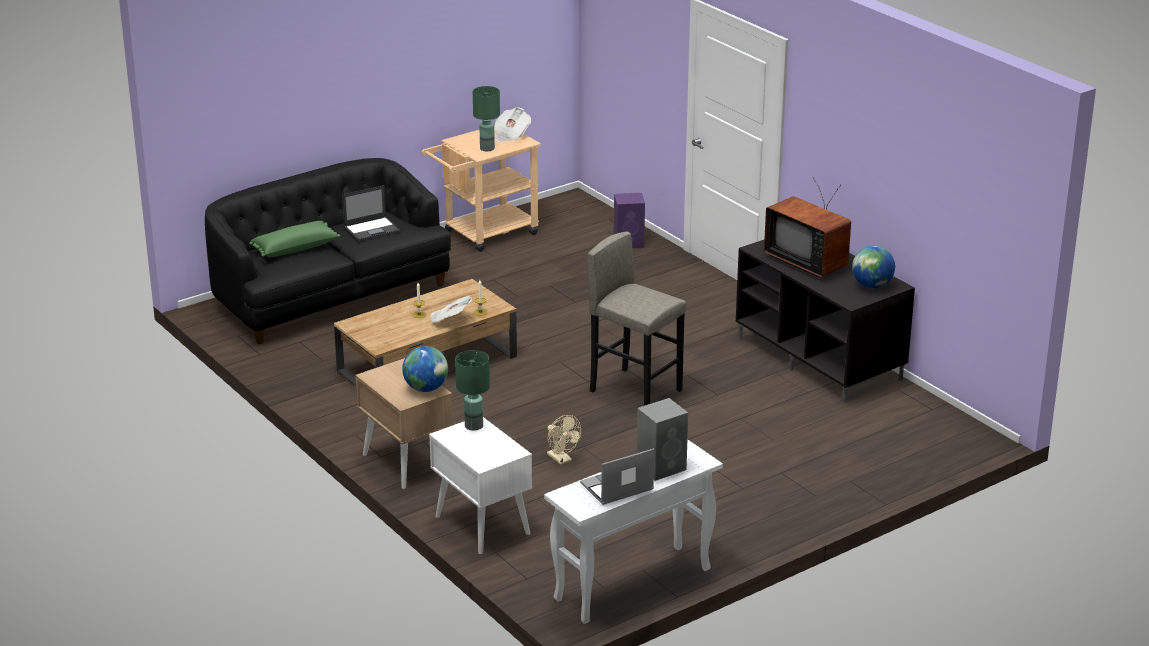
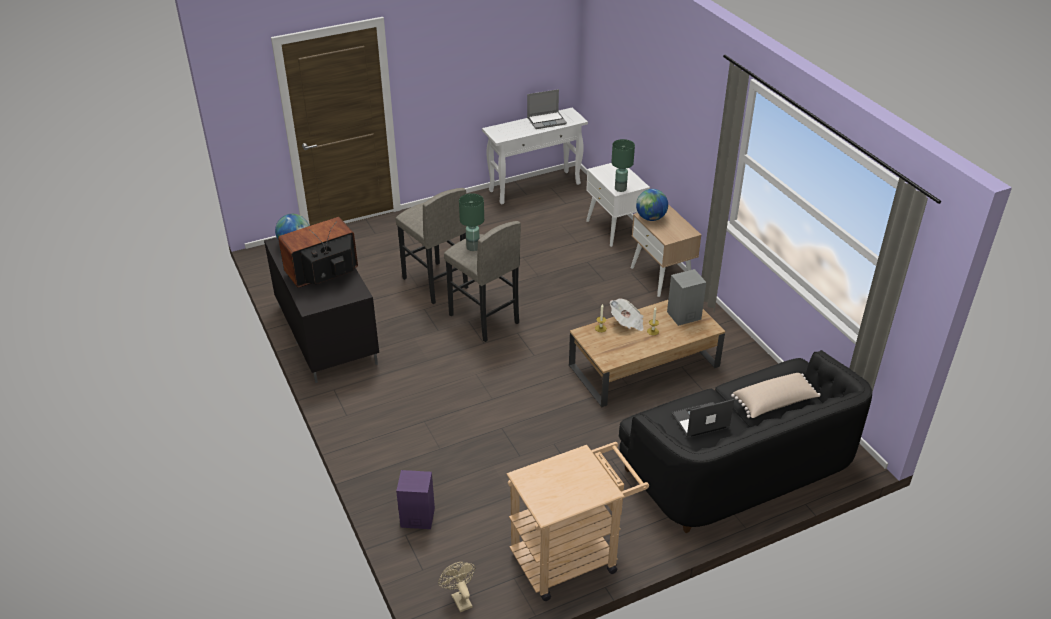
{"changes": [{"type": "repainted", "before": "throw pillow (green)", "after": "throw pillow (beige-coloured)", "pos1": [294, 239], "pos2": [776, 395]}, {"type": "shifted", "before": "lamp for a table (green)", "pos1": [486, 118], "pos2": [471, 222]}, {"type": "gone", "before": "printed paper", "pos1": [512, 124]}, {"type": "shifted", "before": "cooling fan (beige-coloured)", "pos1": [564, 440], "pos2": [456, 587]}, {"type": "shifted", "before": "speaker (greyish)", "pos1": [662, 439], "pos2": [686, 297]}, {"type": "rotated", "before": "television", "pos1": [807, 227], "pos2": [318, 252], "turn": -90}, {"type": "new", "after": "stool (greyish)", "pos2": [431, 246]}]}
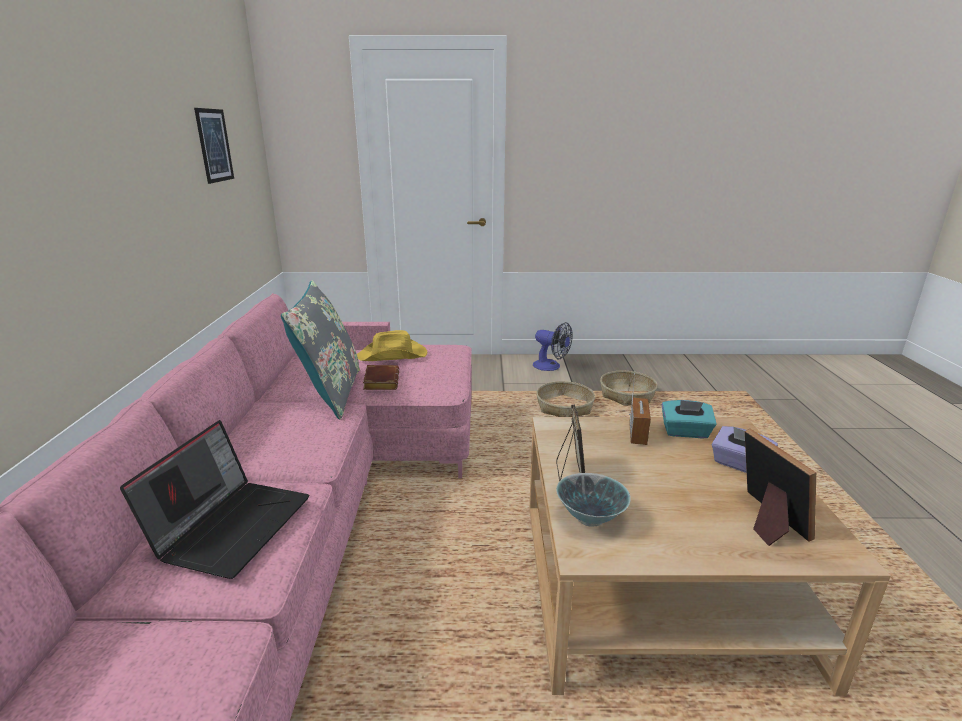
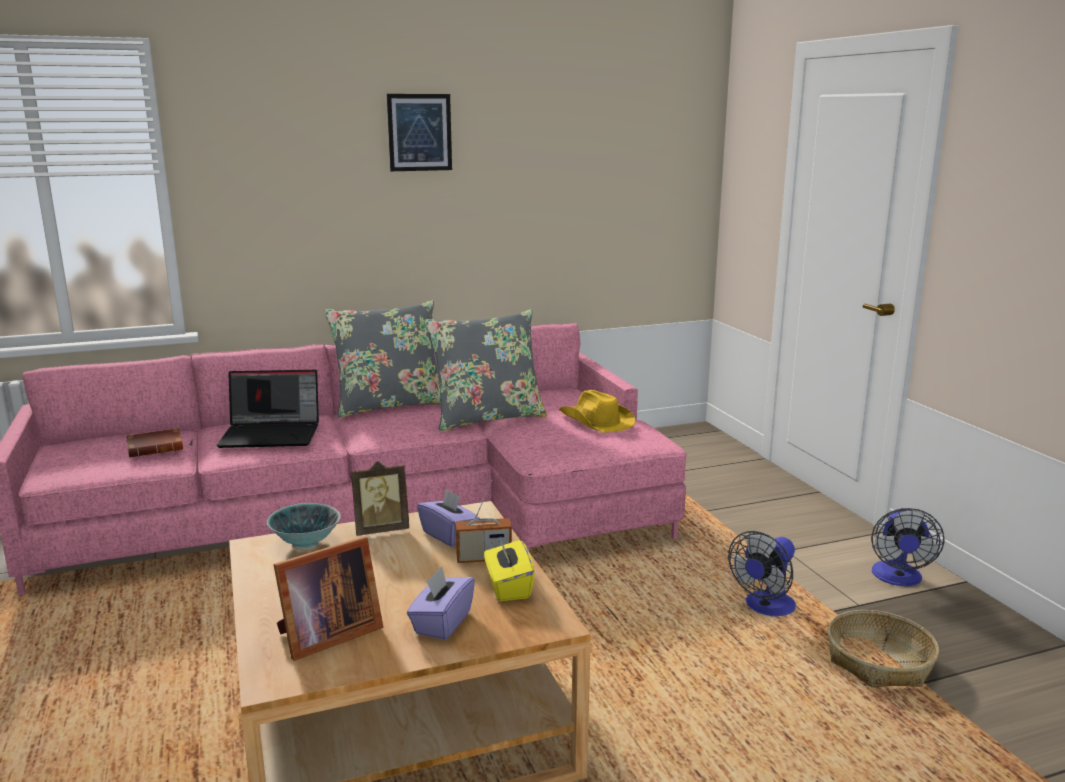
{"changes": [{"type": "shifted", "before": "wall art", "pos1": [214, 146], "pos2": [419, 132]}, {"type": "shifted", "before": "book (brown-coloured)", "pos1": [381, 377], "pos2": [154, 442]}, {"type": "swapped", "before": "household basket", "after": "cooling fan", "pos1": [565, 399], "pos2": [762, 573]}, {"type": "repainted", "before": "tissue holder (turquoise)", "after": "tissue holder (yellow)", "pos1": [689, 419], "pos2": [509, 569]}, {"type": "new", "after": "throw pillow (greyish)", "pos2": [382, 359]}, {"type": "new", "after": "tissue holder (purple-coloured)", "pos2": [448, 518]}]}
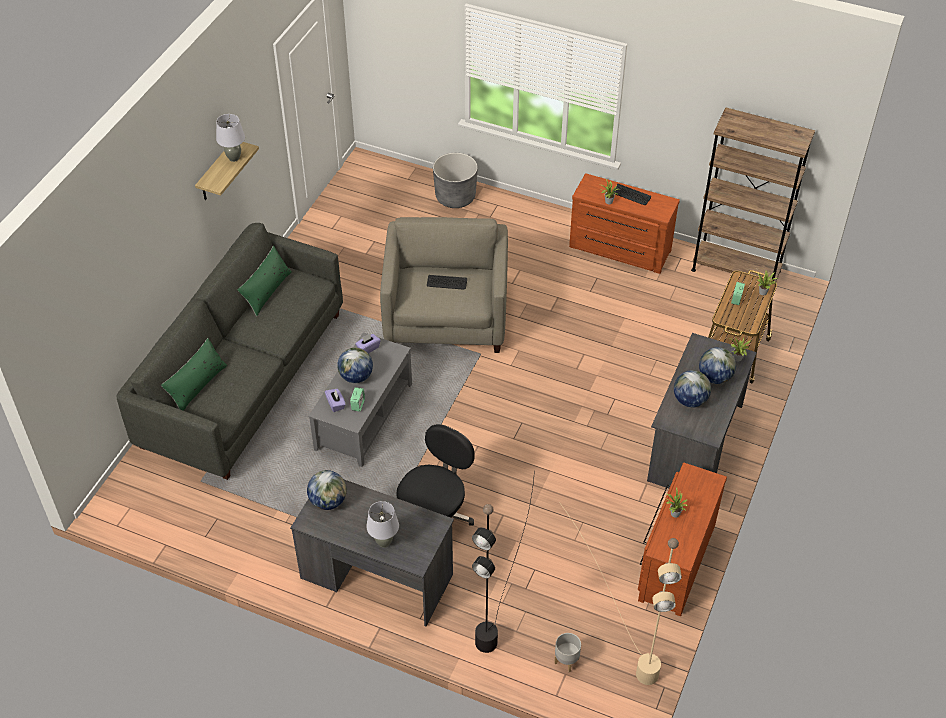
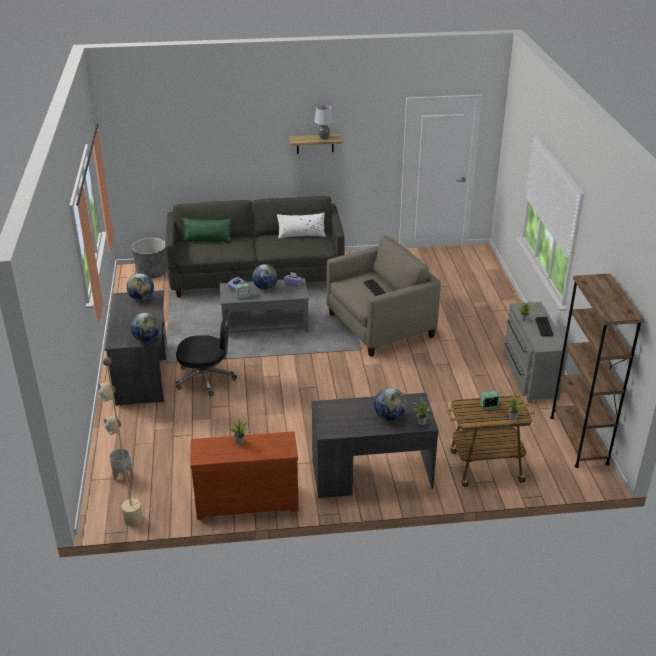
{"changes": [{"type": "repainted", "before": "throw pillow (green)", "after": "throw pillow (white-coloured)", "pos1": [264, 281], "pos2": [301, 226]}, {"type": "gone", "before": "lamp for a table (greyish)", "pos1": [382, 524]}, {"type": "shifted", "before": "flower pot (greyish)", "pos1": [455, 180], "pos2": [149, 258]}, {"type": "gone", "before": "standard lamp (blackish)", "pos1": [503, 561]}, {"type": "repainted", "before": "chest of drawers (brown-coloured)", "after": "chest of drawers (greyish)", "pos1": [624, 223], "pos2": [536, 352]}, {"type": "shifted", "before": "desk globe", "pos1": [692, 389], "pos2": [145, 327]}]}
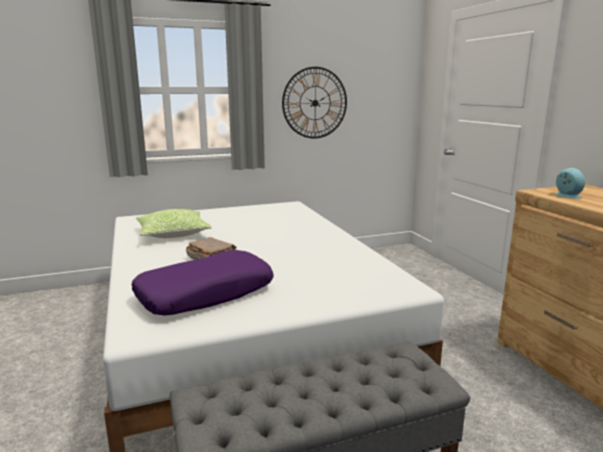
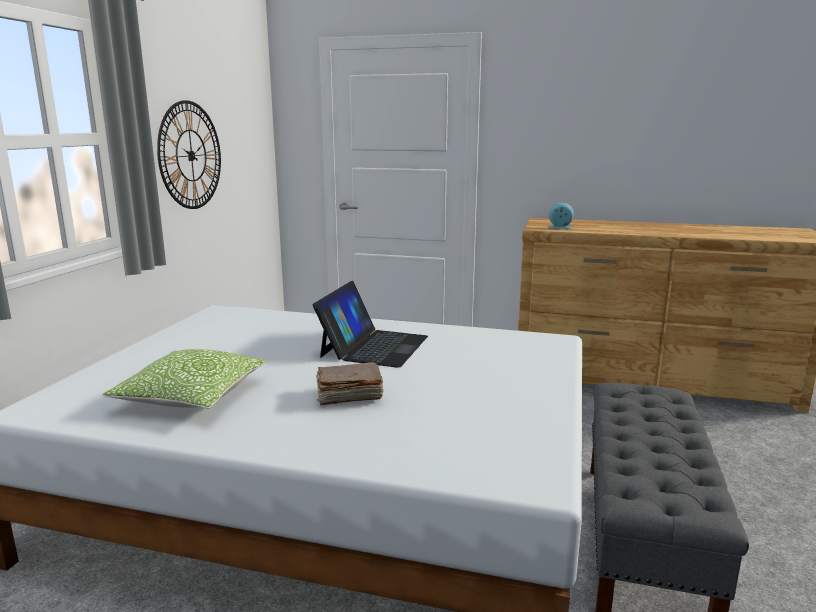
{"changes": [{"type": "gone", "before": "throw pillow (purple-coloured)", "pos1": [203, 283]}, {"type": "new", "after": "laptop", "pos2": [370, 324]}]}
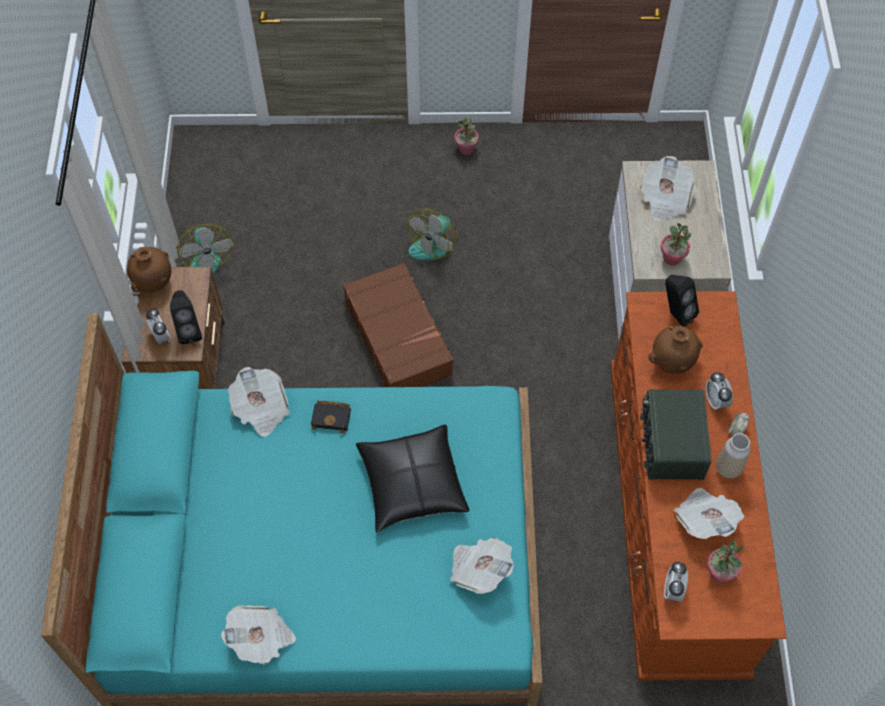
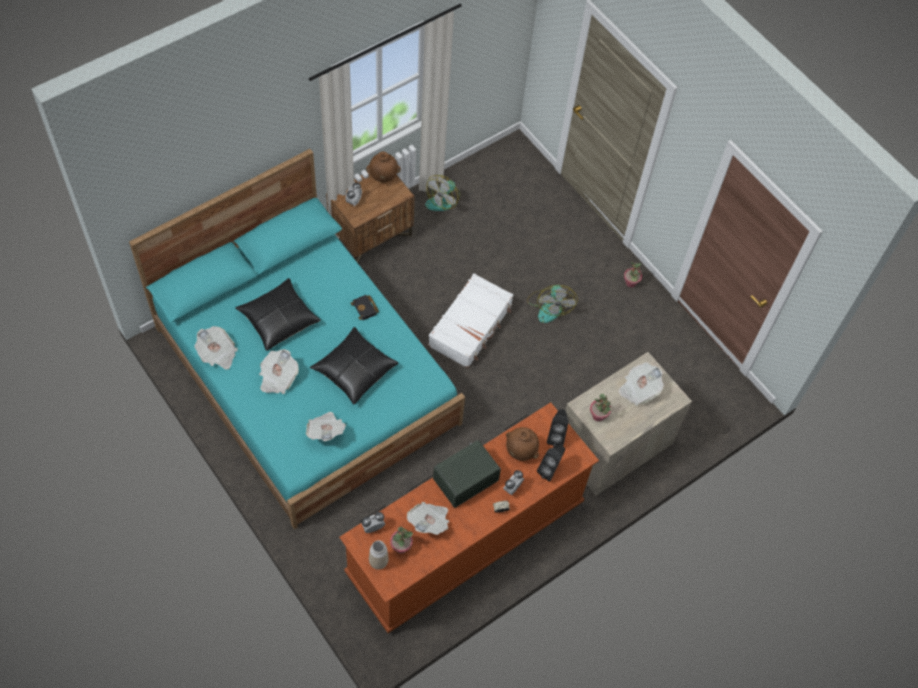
{"changes": [{"type": "shifted", "before": "speaker (blackish)", "pos1": [186, 317], "pos2": [551, 463]}, {"type": "shifted", "before": "printed paper", "pos1": [259, 402], "pos2": [279, 371]}, {"type": "repainted", "before": "suitcase (brown-coloured)", "after": "suitcase (white-coloured)", "pos1": [398, 325], "pos2": [470, 320]}, {"type": "rotated", "before": "cooling fan", "pos1": [433, 234], "pos2": [552, 304], "turn": -90}, {"type": "shifted", "before": "decorative vase", "pos1": [733, 455], "pos2": [379, 555]}, {"type": "new", "after": "throw pillow (blackish)", "pos2": [278, 314]}]}
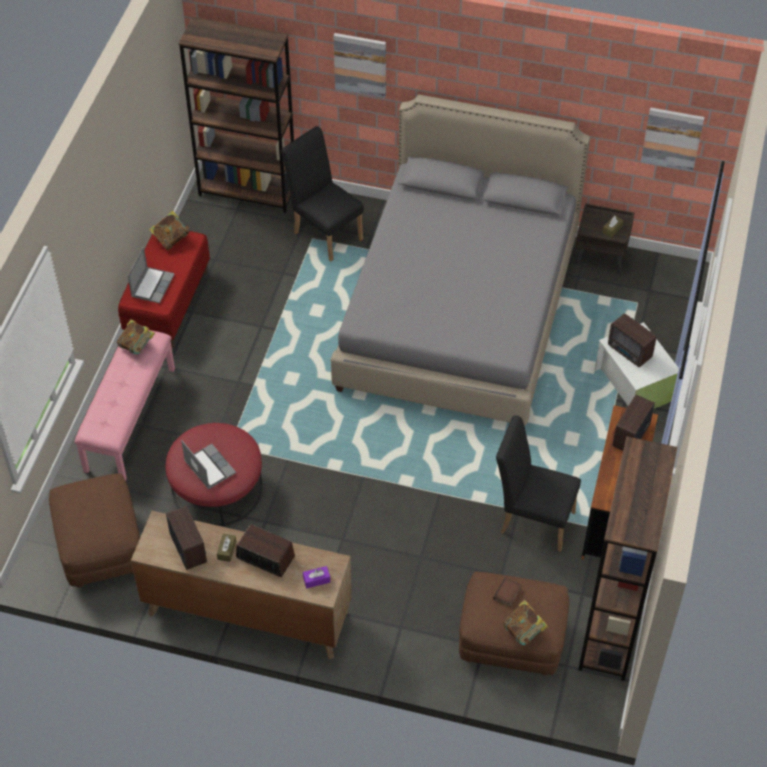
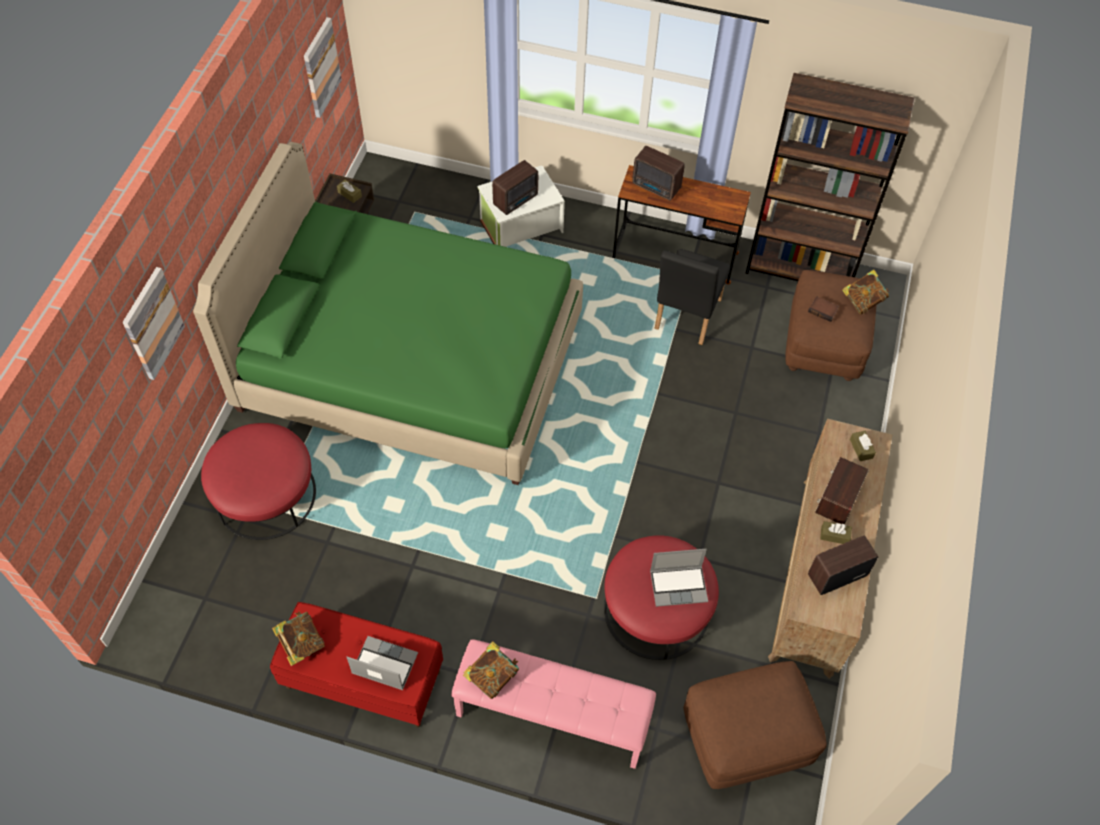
{"changes": [{"type": "gone", "before": "bookshelf (brown-coloured)", "pos1": [236, 115]}, {"type": "rotated", "before": "laptop", "pos1": [208, 465], "pos2": [679, 578], "turn": -150}, {"type": "swapped", "before": "plain chair (blackish)", "after": "pouffe (reddish)", "pos1": [322, 193], "pos2": [258, 481]}, {"type": "repainted", "before": "tissue holder (purple-coloured)", "after": "tissue holder (brown-coloured)", "pos1": [316, 577], "pos2": [863, 446]}, {"type": "repainted", "before": "sleeping bed (greyish)", "after": "sleeping bed (green)", "pos1": [460, 260], "pos2": [388, 313]}]}
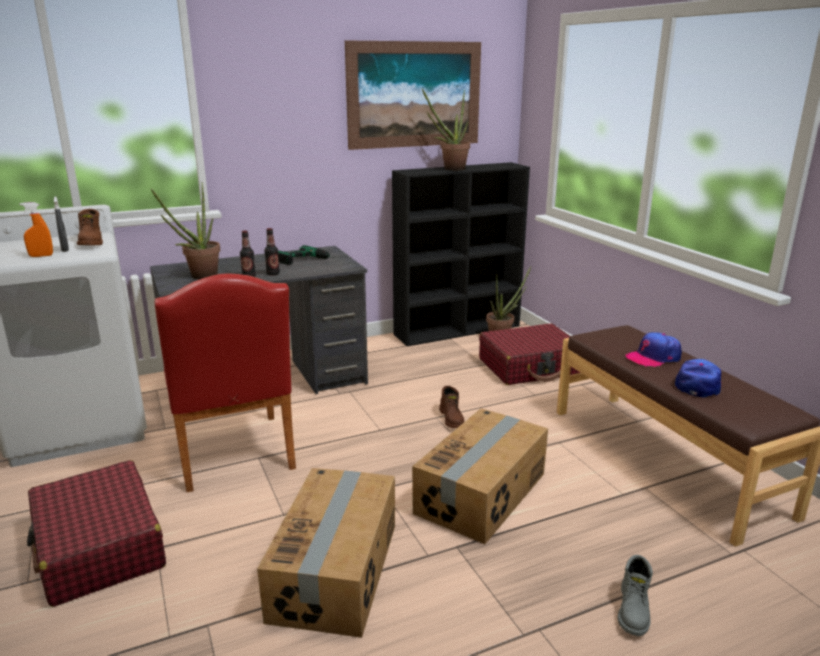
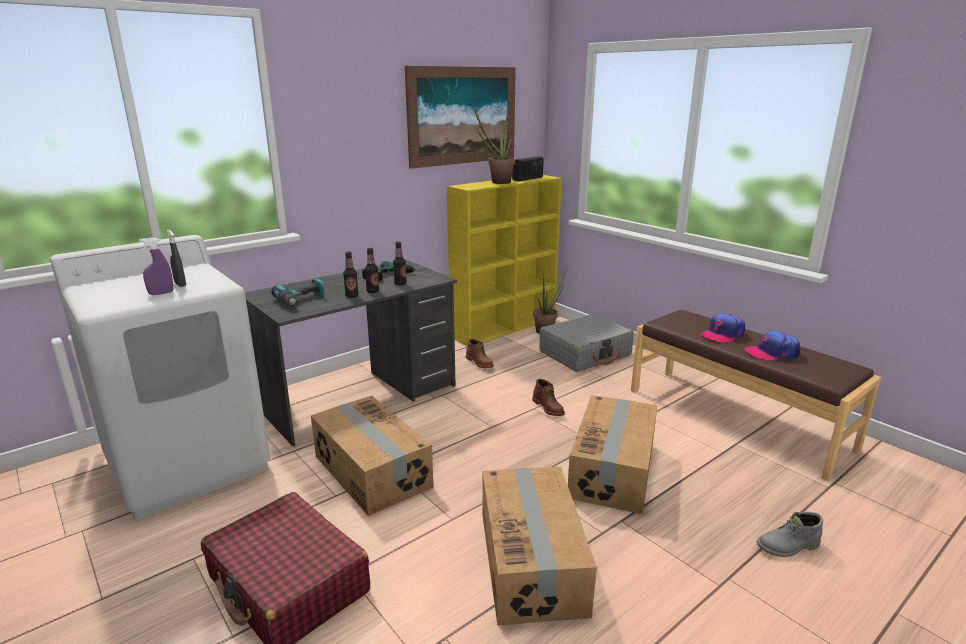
{"changes": [{"type": "repainted", "before": "hand sprayer (orange)", "after": "hand sprayer (purple-coloured)", "pos1": [36, 229], "pos2": [156, 266]}, {"type": "shifted", "before": "high-top boot (brown-coloured)", "pos1": [90, 227], "pos2": [480, 353]}, {"type": "swapped", "before": "plant in a pot", "after": "drill", "pos1": [185, 231], "pos2": [298, 292]}, {"type": "swapped", "before": "plain chair (reddish)", "after": "carton", "pos1": [225, 383], "pos2": [372, 456]}, {"type": "repainted", "before": "bookshelf (blackish)", "after": "bookshelf (yellow)", "pos1": [461, 254], "pos2": [504, 260]}, {"type": "repainted", "before": "suitcase (reddish)", "after": "suitcase (greyish)", "pos1": [530, 354], "pos2": [586, 343]}, {"type": "rotated", "before": "high-top boot (greyish)", "pos1": [635, 595], "pos2": [789, 534], "turn": 75}, {"type": "rotated", "before": "cap", "pos1": [698, 378], "pos2": [772, 345], "turn": -105}, {"type": "new", "after": "bottle", "pos2": [400, 263]}, {"type": "new", "after": "radio", "pos2": [528, 168]}]}
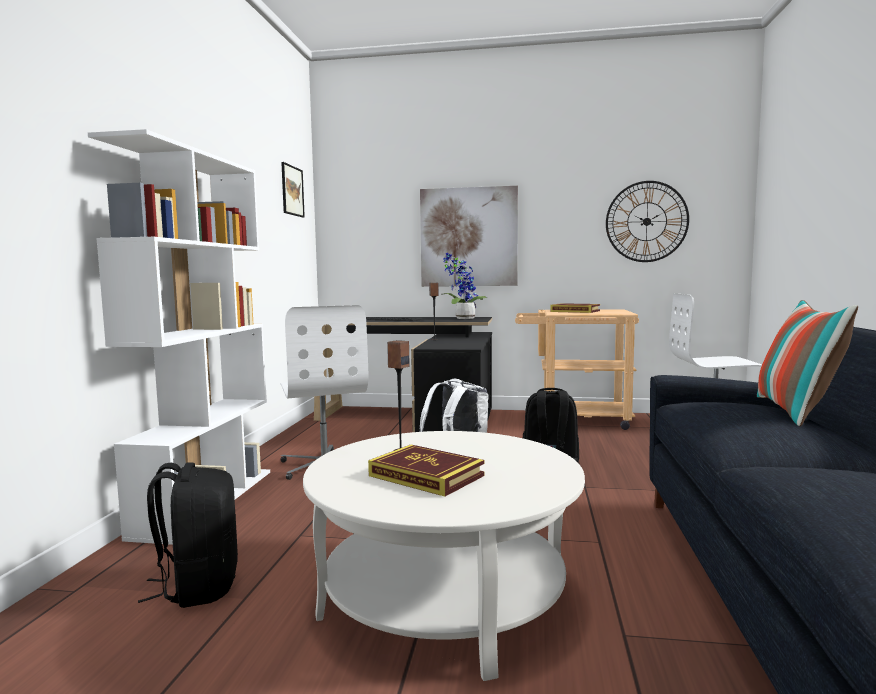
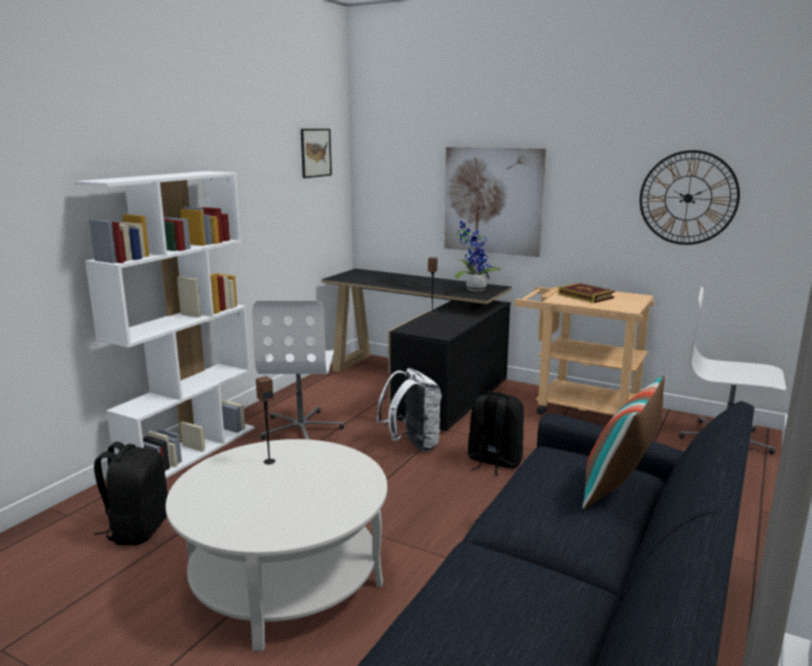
{"changes": [{"type": "gone", "before": "book", "pos1": [426, 470]}]}
